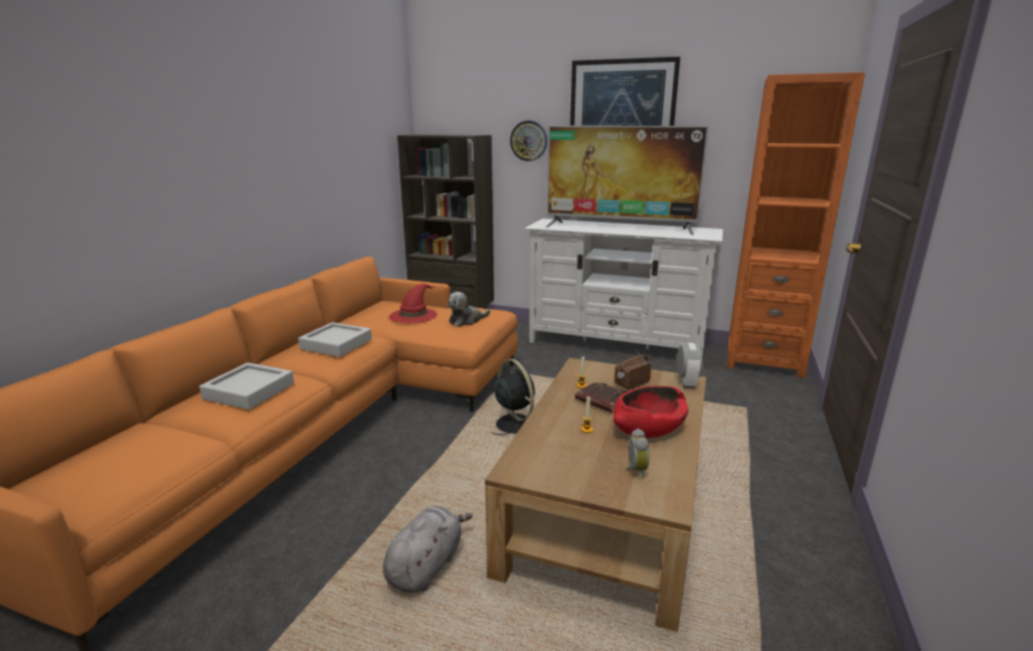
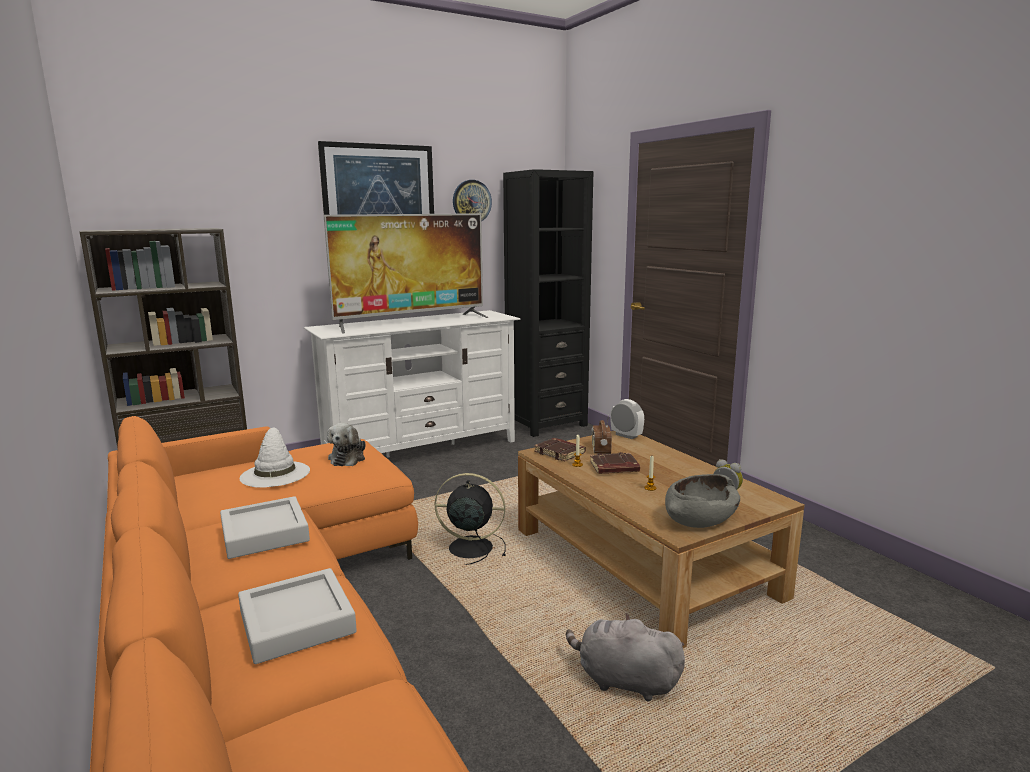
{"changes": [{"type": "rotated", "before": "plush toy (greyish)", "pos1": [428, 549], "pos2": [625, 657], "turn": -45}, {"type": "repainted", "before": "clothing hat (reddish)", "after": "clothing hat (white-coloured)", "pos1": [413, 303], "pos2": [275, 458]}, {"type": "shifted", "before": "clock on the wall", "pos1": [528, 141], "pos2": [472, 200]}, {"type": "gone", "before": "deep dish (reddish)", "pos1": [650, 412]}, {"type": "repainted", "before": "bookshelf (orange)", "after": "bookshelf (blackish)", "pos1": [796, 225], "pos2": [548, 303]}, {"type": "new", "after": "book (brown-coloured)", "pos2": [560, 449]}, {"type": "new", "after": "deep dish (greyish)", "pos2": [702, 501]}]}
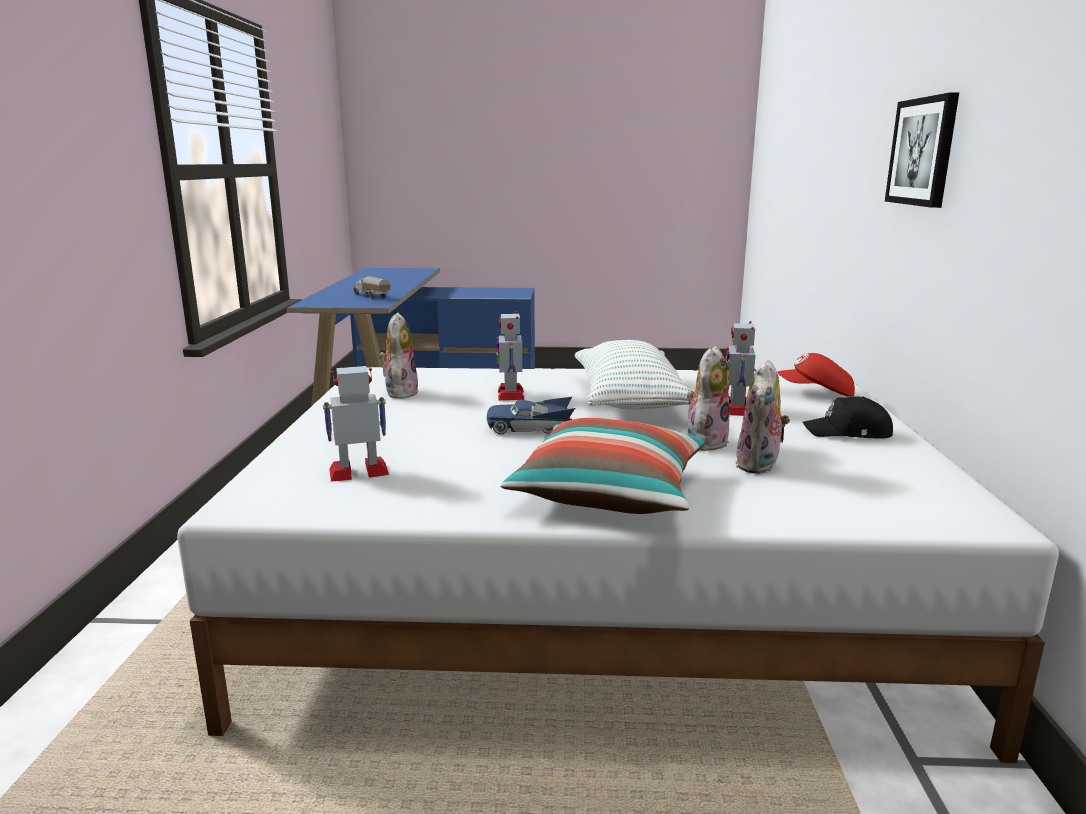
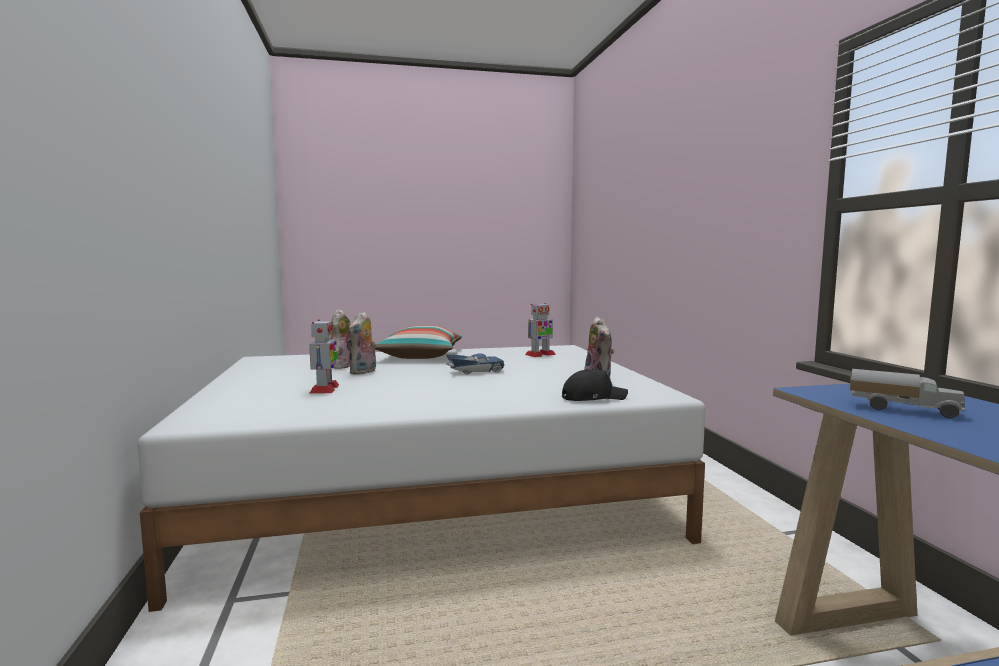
{"changes": [{"type": "gone", "before": "model robot", "pos1": [510, 356]}, {"type": "gone", "before": "throw pillow", "pos1": [633, 374]}, {"type": "gone", "before": "cap (reddish)", "pos1": [816, 375]}, {"type": "shifted", "before": "cap (blackish)", "pos1": [847, 417], "pos2": [595, 385]}, {"type": "gone", "before": "wall art", "pos1": [922, 150]}]}
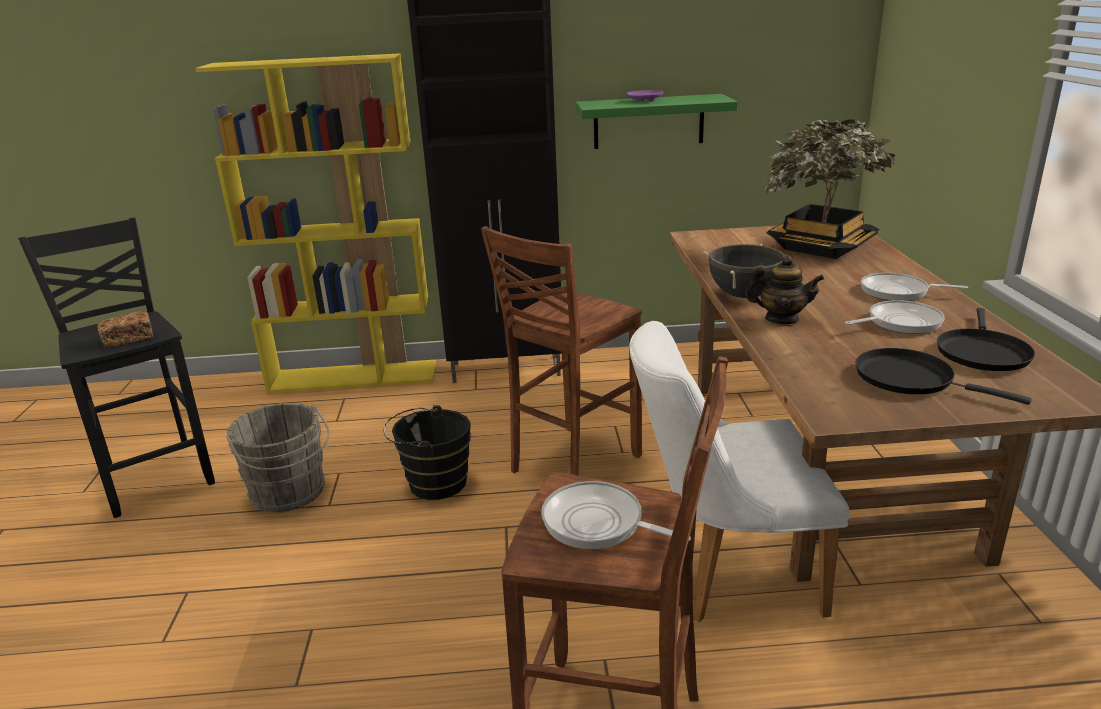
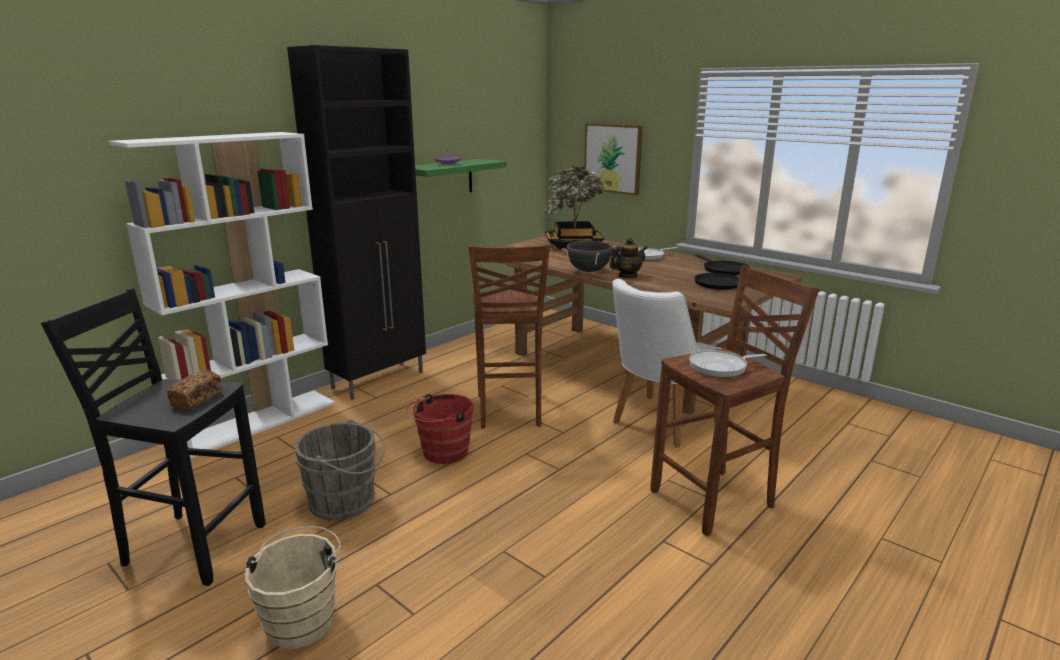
{"changes": [{"type": "repainted", "before": "bookshelf (yellow)", "after": "bookshelf (white-coloured)", "pos1": [315, 223], "pos2": [221, 295]}, {"type": "repainted", "before": "bucket (blackish)", "after": "bucket (reddish)", "pos1": [427, 452], "pos2": [440, 429]}, {"type": "gone", "before": "pan", "pos1": [895, 317]}, {"type": "new", "after": "bucket (beige-coloured)", "pos2": [293, 587]}, {"type": "new", "after": "wall art", "pos2": [613, 159]}]}
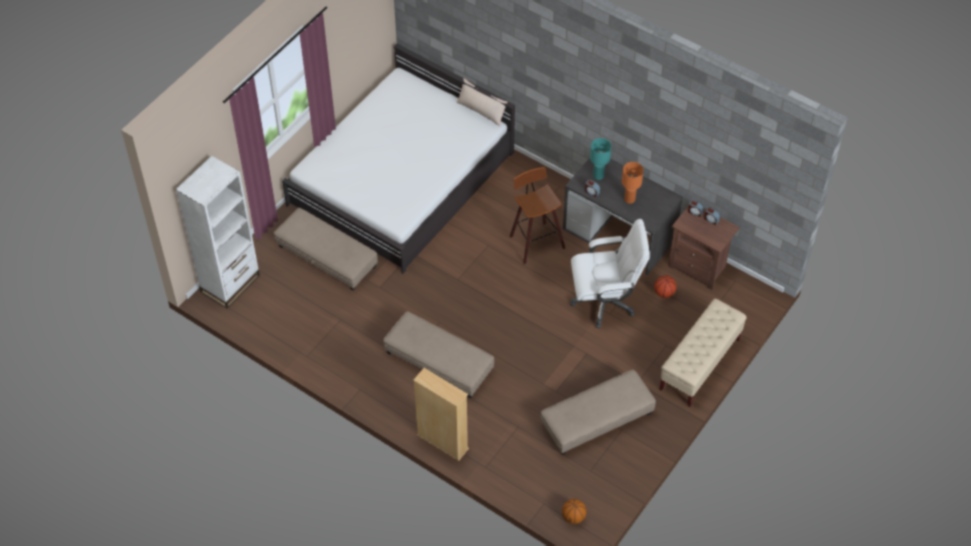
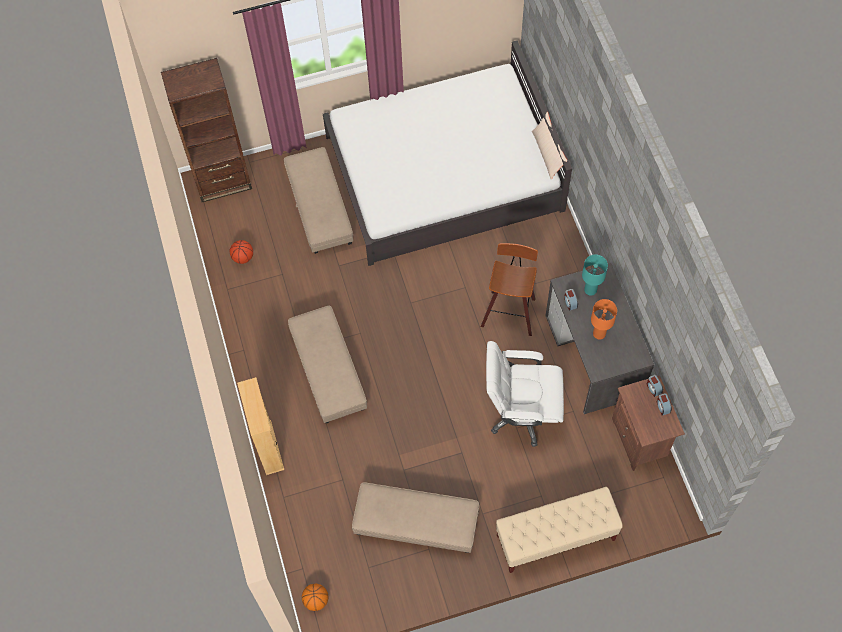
{"changes": [{"type": "repainted", "before": "bookshelf (white-coloured)", "after": "bookshelf (brown-coloured)", "pos1": [218, 232], "pos2": [206, 130]}, {"type": "rotated", "before": "office chair (white-coloured)", "pos1": [610, 273], "pos2": [525, 394], "turn": 150}, {"type": "shifted", "before": "basketball", "pos1": [665, 287], "pos2": [241, 252]}]}
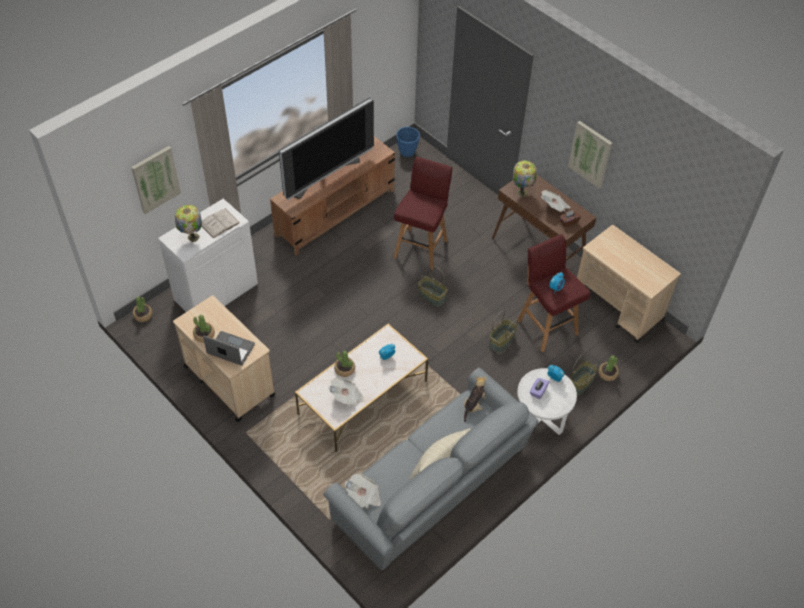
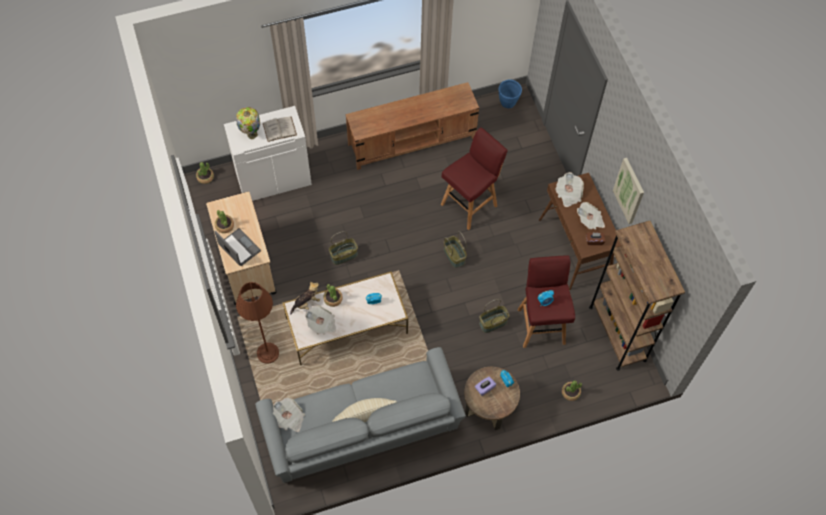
{"changes": [{"type": "gone", "before": "wall art", "pos1": [156, 180]}, {"type": "gone", "before": "television", "pos1": [326, 148]}, {"type": "shifted", "before": "plush toy", "pos1": [475, 399], "pos2": [305, 298]}, {"type": "swapped", "before": "lamp for a table", "after": "printed paper", "pos1": [525, 179], "pos2": [569, 189]}, {"type": "repainted", "before": "end table (white-coloured)", "after": "end table (brown-coloured)", "pos1": [547, 401], "pos2": [492, 398]}, {"type": "shifted", "before": "household basket", "pos1": [584, 374], "pos2": [343, 248]}, {"type": "swapped", "before": "wheeled cart (beige-coloured)", "after": "bookshelf (brown-coloured)", "pos1": [629, 284], "pos2": [637, 296]}, {"type": "new", "after": "standard lamp (brown-coloured)", "pos2": [257, 323]}]}
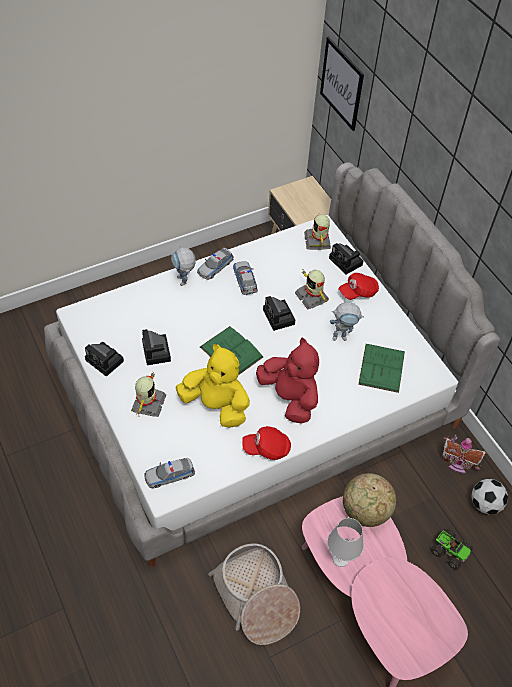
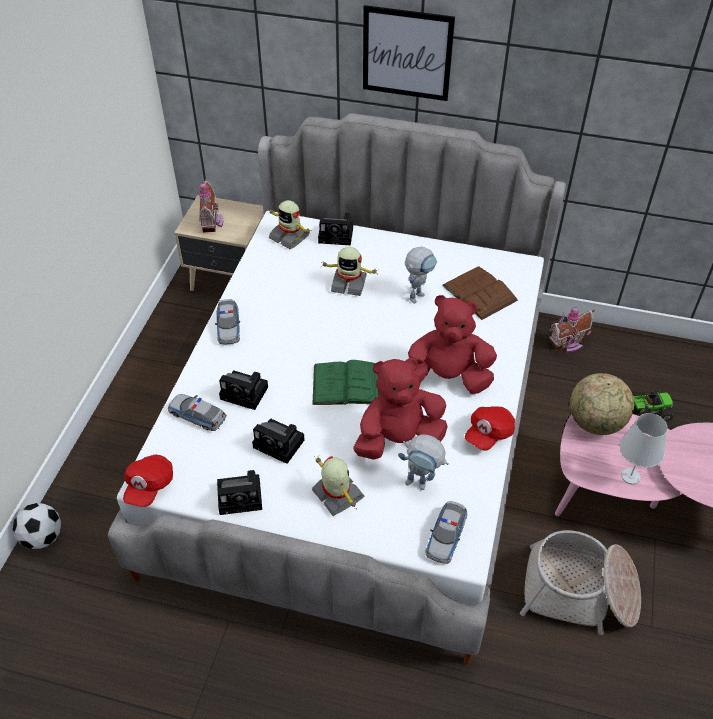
{"changes": [{"type": "shifted", "before": "model robot", "pos1": [183, 266], "pos2": [423, 462]}, {"type": "repainted", "before": "plush toy (yellow)", "after": "plush toy (reddish)", "pos1": [212, 386], "pos2": [400, 409]}, {"type": "shifted", "before": "model car", "pos1": [245, 278], "pos2": [197, 412]}, {"type": "shifted", "before": "photo camera", "pos1": [279, 313], "pos2": [243, 390]}, {"type": "shifted", "before": "wall art", "pos1": [342, 84], "pos2": [409, 53]}, {"type": "shifted", "before": "cap (reddish)", "pos1": [359, 286], "pos2": [148, 481]}, {"type": "repainted", "before": "book (green)", "after": "book (brown-coloured)", "pos1": [381, 368], "pos2": [480, 293]}, {"type": "shifted", "before": "ball for football", "pos1": [489, 497], "pos2": [37, 526]}, {"type": "new", "after": "model house", "pos2": [211, 206]}]}
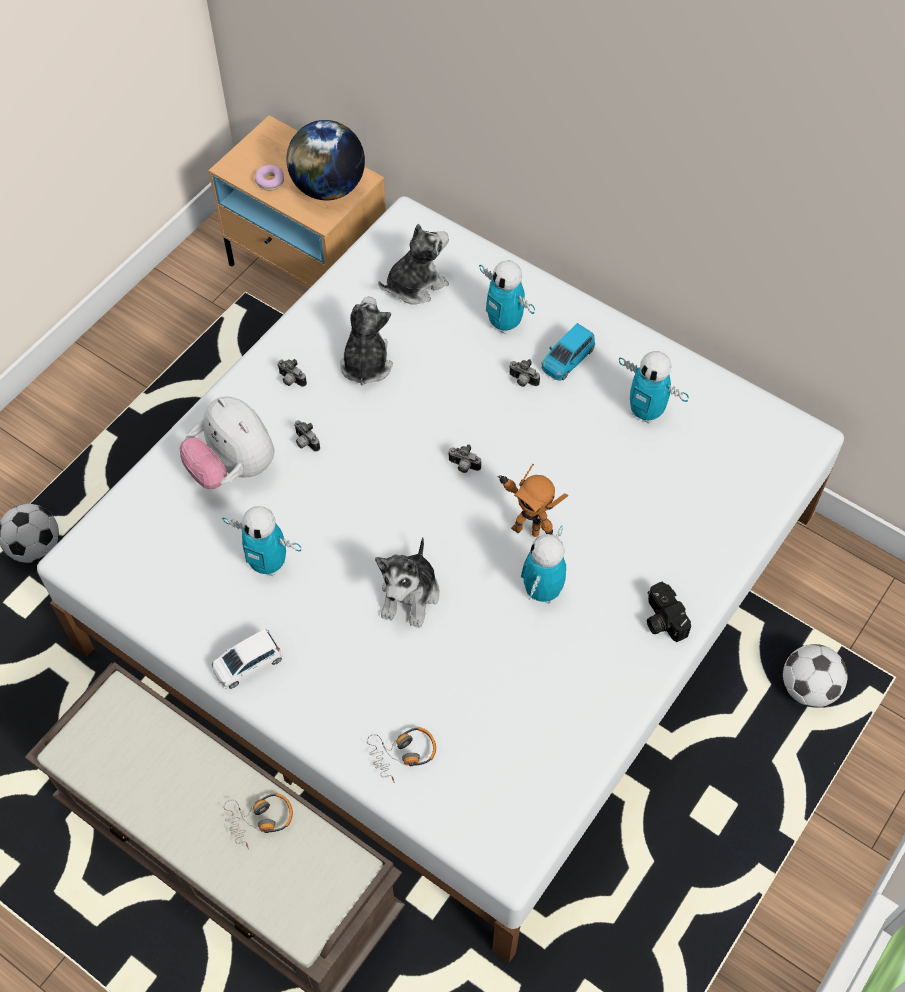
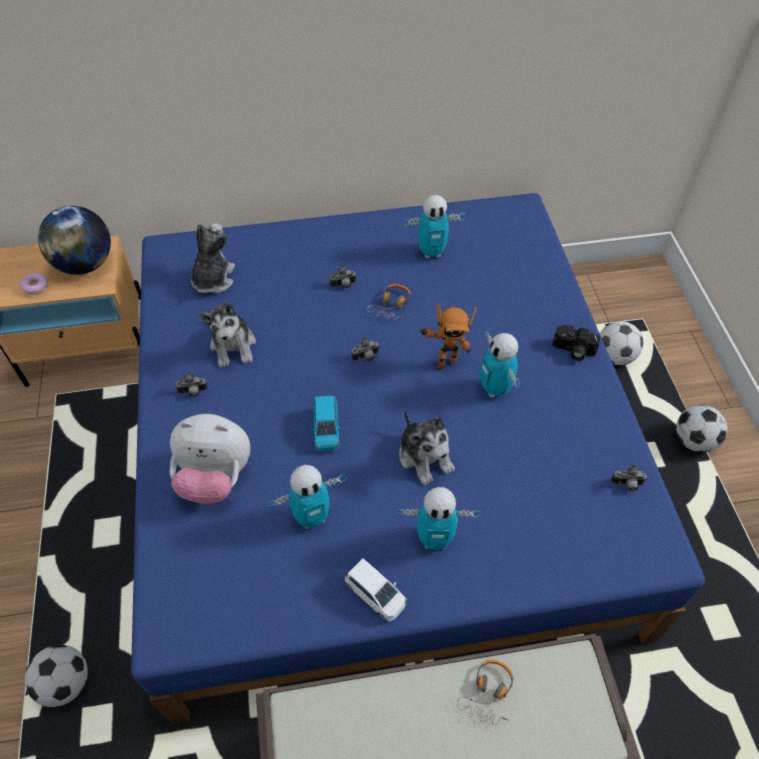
{"changes": [{"type": "repainted", "before": "sleeping bed (white-coloured)", "after": "sleeping bed (blue)", "pos1": [440, 579], "pos2": [418, 459]}, {"type": "rotated", "before": "model car (white-coloured)", "pos1": [247, 659], "pos2": [376, 590], "turn": -60}, {"type": "shifted", "before": "photo camera", "pos1": [307, 436], "pos2": [629, 477]}, {"type": "rotated", "before": "plush toy", "pos1": [366, 341], "pos2": [227, 334], "turn": -150}, {"type": "shifted", "before": "pair of headphones", "pos1": [401, 755], "pos2": [390, 302]}, {"type": "shifted", "before": "model robot", "pos1": [507, 297], "pos2": [439, 518]}, {"type": "shifted", "before": "model car (blue)", "pos1": [568, 352], "pos2": [326, 424]}, {"type": "new", "after": "ball for football", "pos2": [702, 428]}]}
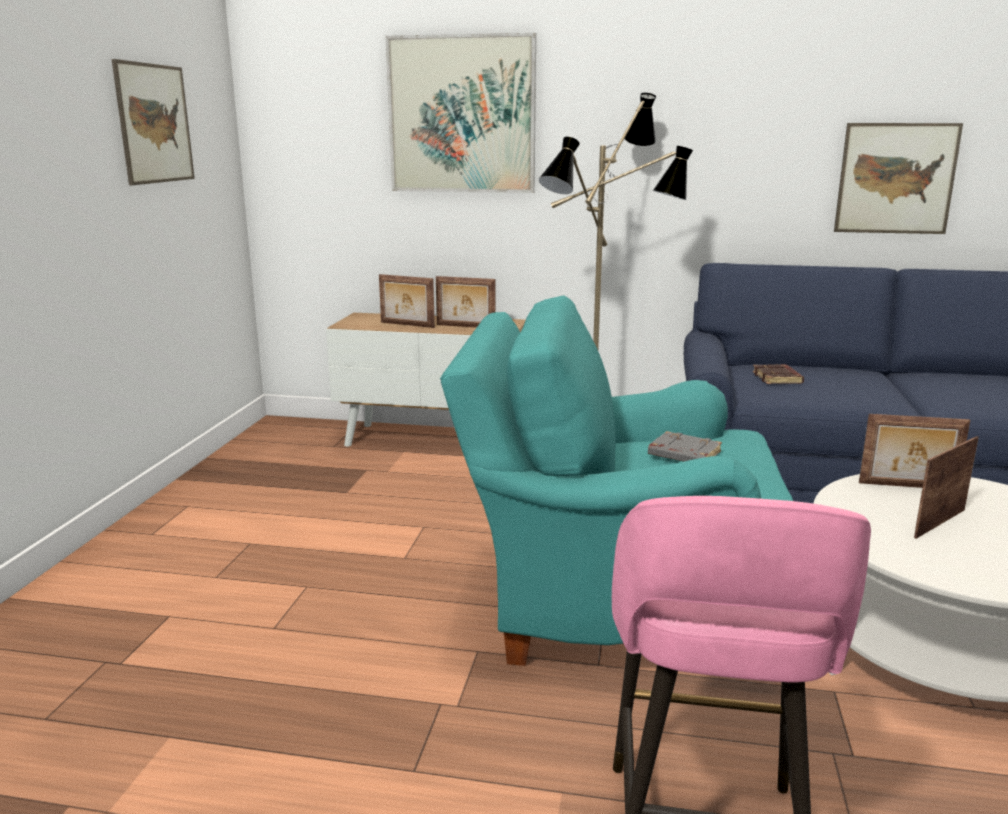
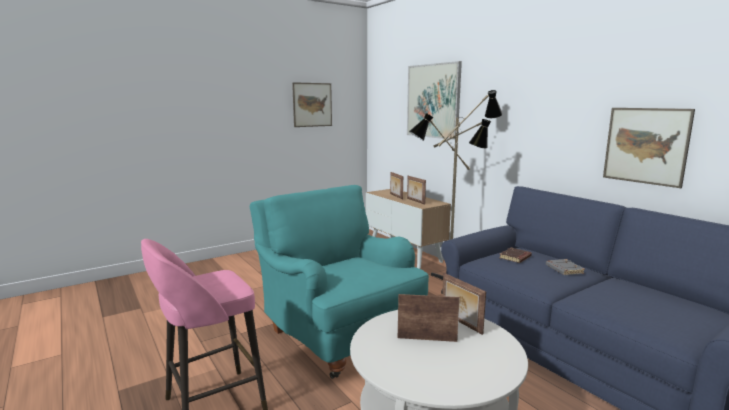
{"changes": [{"type": "shifted", "before": "book (greyish)", "pos1": [685, 446], "pos2": [565, 267]}]}
